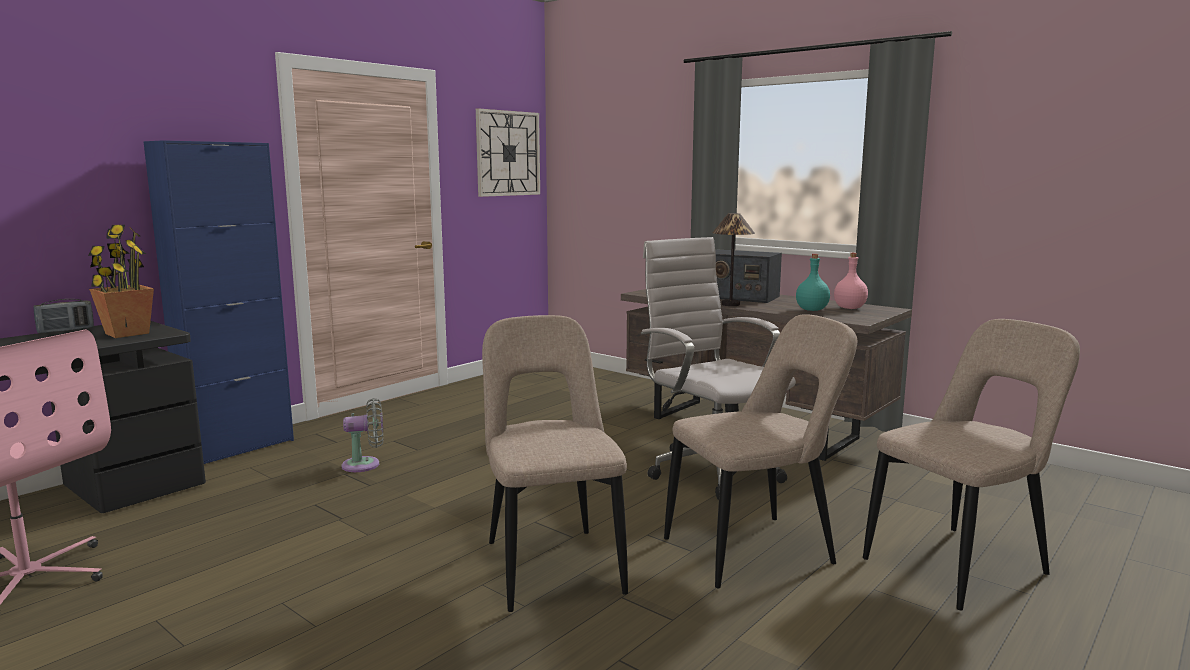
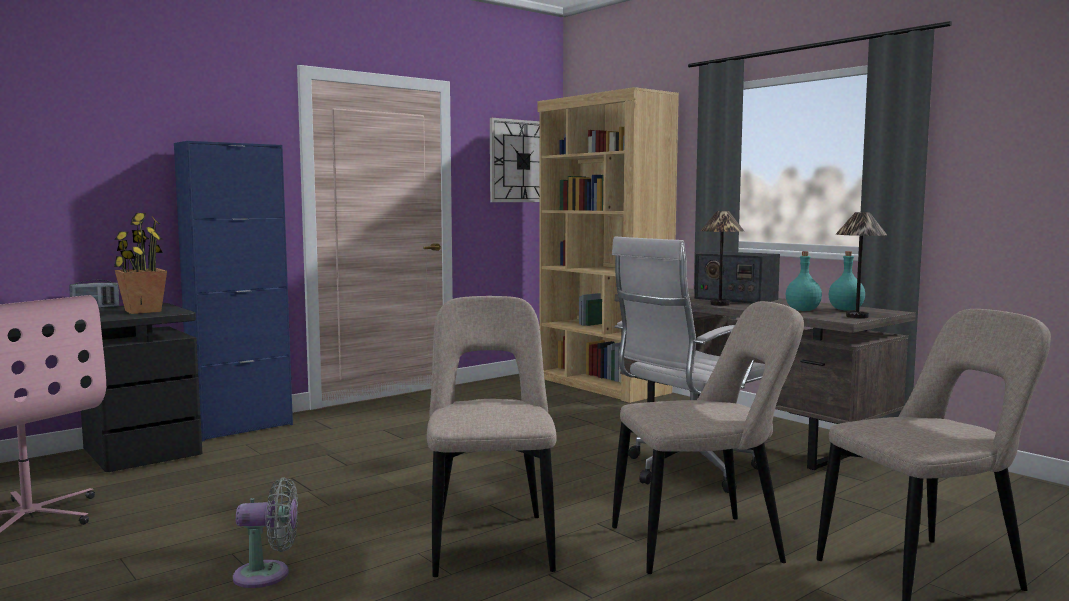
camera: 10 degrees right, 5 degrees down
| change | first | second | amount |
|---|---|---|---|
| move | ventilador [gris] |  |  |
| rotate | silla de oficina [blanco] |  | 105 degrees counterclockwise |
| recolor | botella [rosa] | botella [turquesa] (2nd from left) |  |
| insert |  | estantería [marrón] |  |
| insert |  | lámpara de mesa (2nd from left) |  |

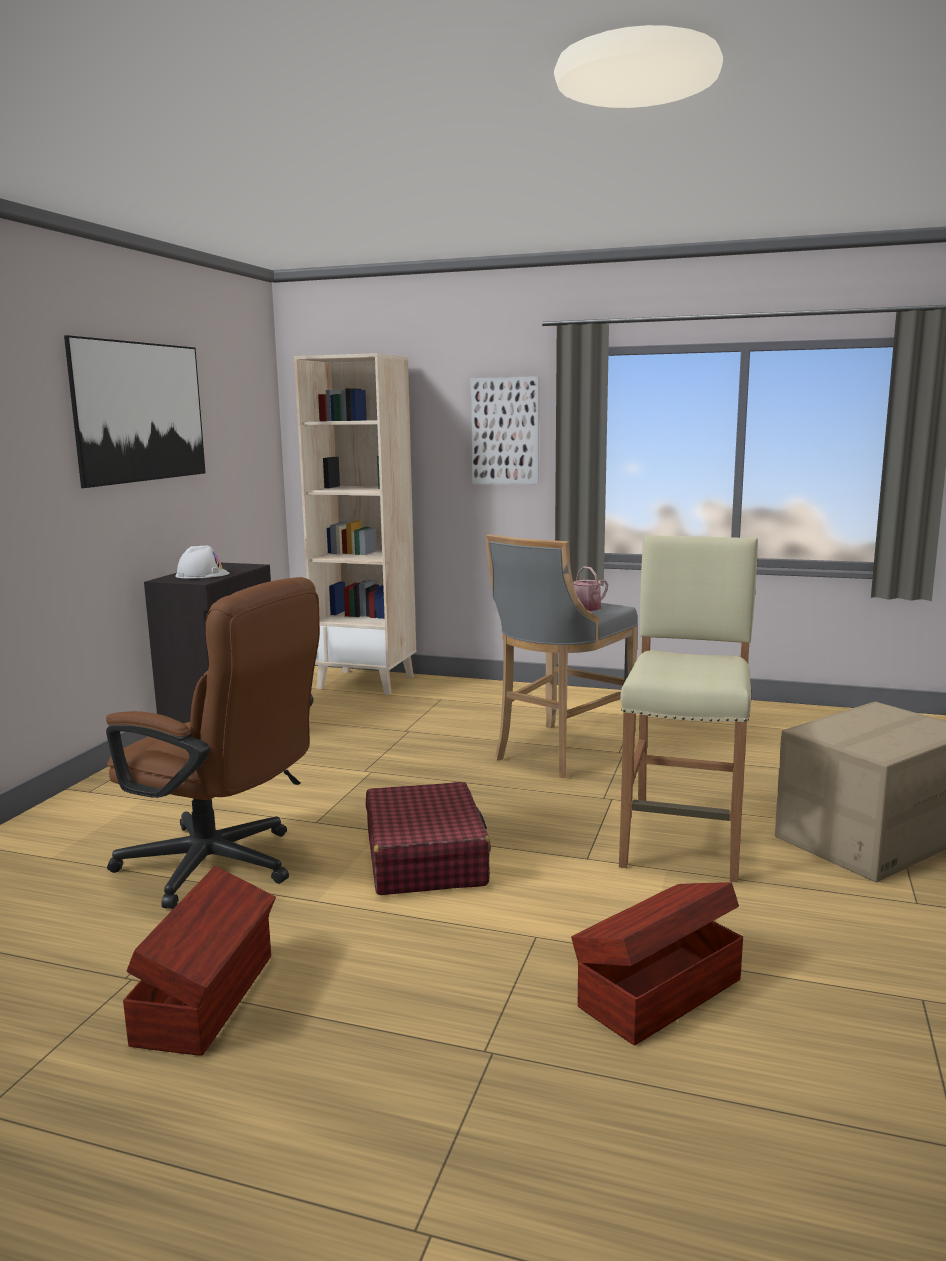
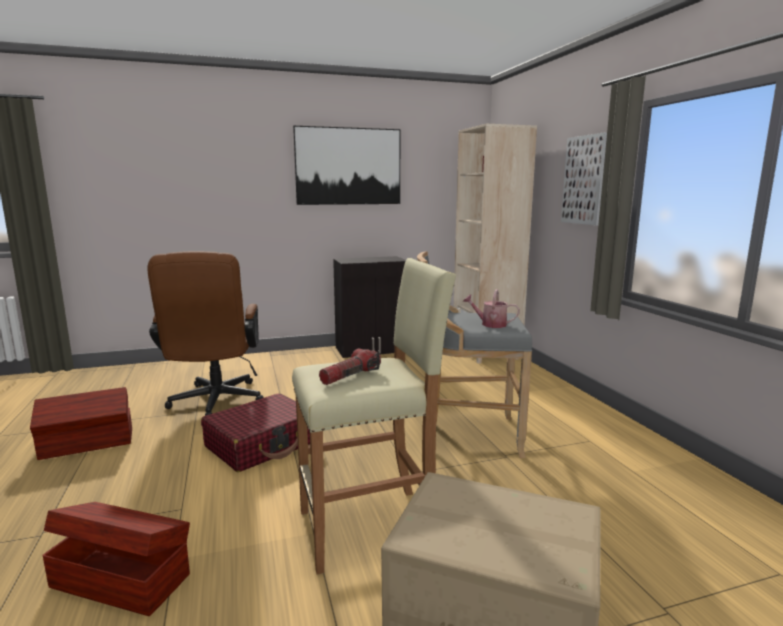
camera: 55 degrees right, 0 degrees up
| change | first | second | amount |
|---|---|---|---|
| delete | casco [blanco] |  |  |
| insert |  | linterna |  |

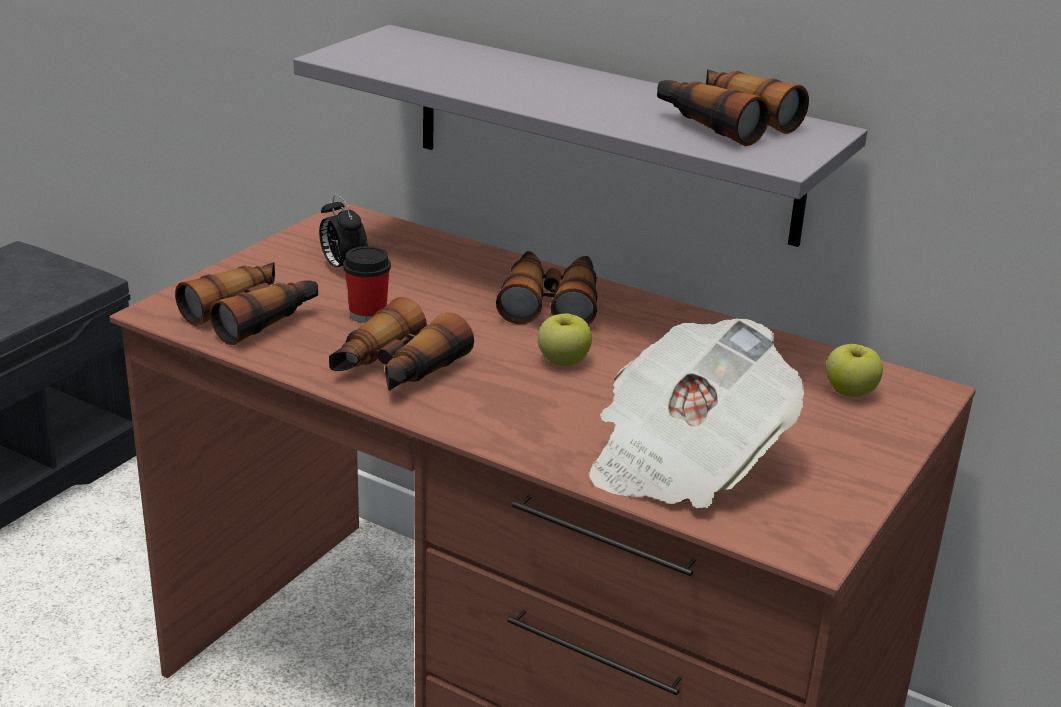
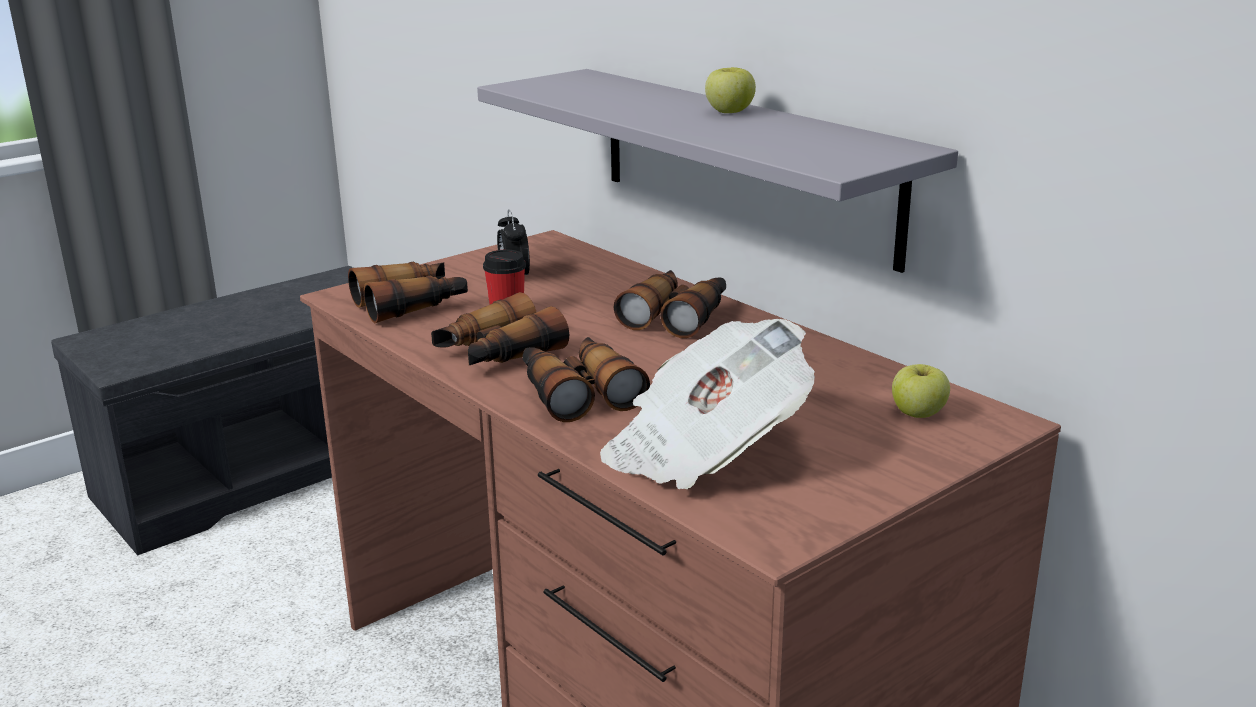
camera: 20 degrees right, 5 degrees down
| change | first | second | amount |
|---|---|---|---|
| move | manzana (1st from left) |  |  |
| move | prismáticos (4th from left in the first image) | prismáticos (3rd from left) |  |

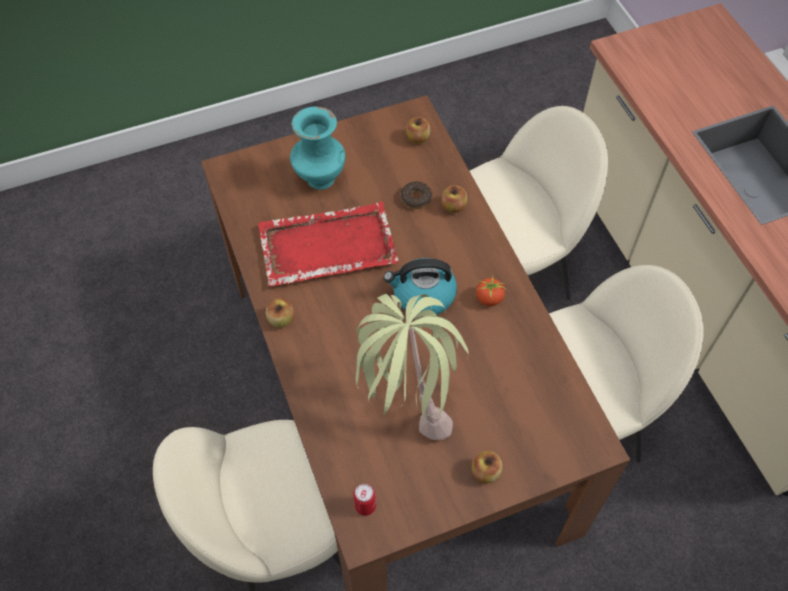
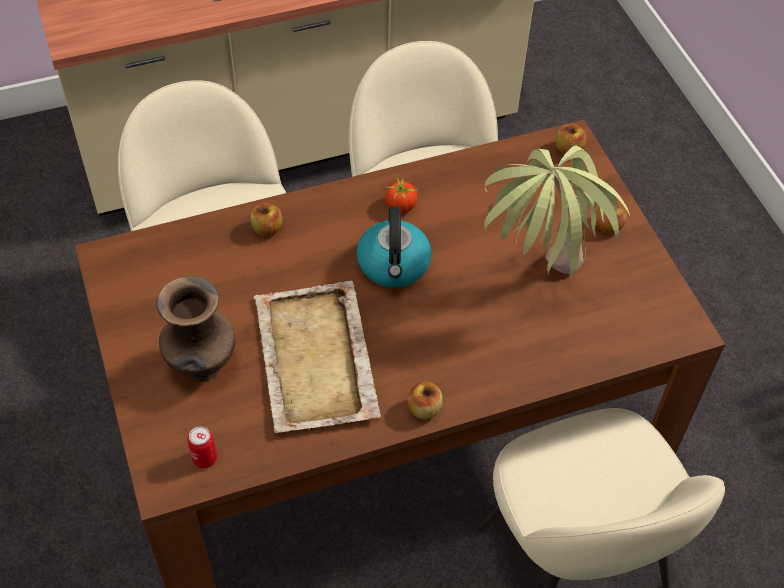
camera: 90 degrees left, 5 degrees down
| change | first | second | amount |
|---|---|---|---|
| recolor | bandeja [rojo] | bandeja [beis] |  |
| recolor | florero [turquesa] | florero [marrón] |  |
| move | lata |  |  |
| delete | rosquilla |  |  |
| move | manzana (2nd from left in the first image) | manzana (3rd from left) |  |

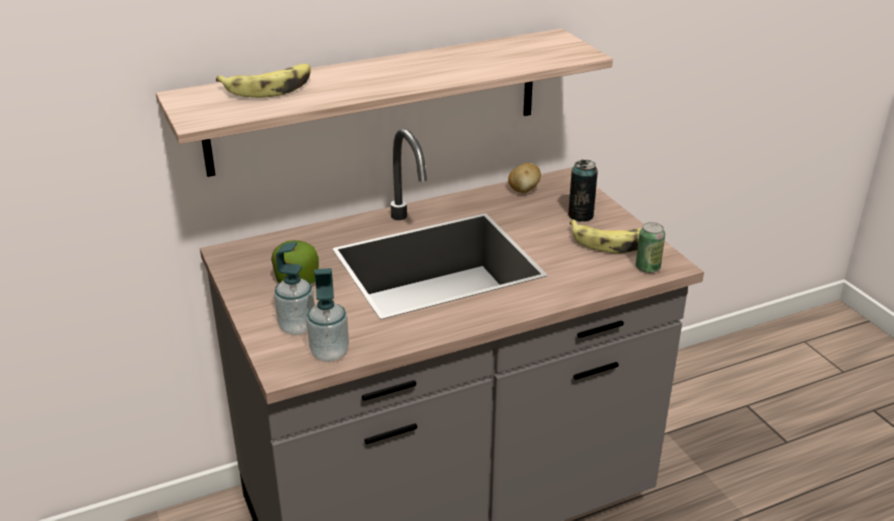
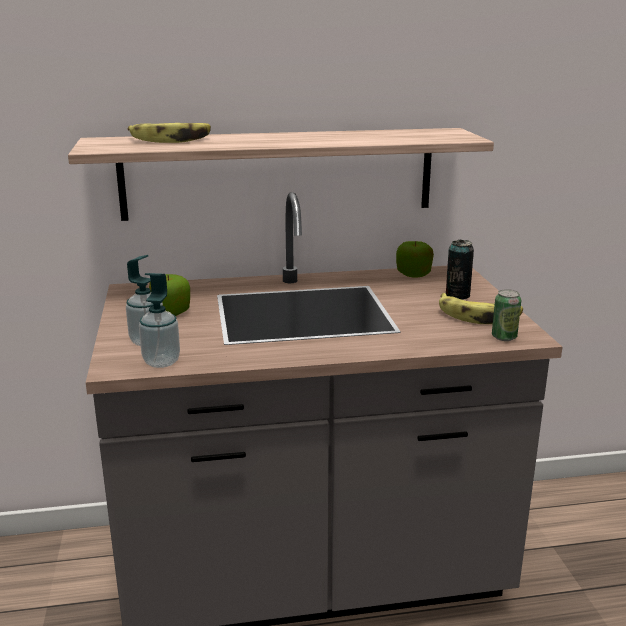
camera: 15 degrees right, 10 degrees down
| change | first | second | amount |
|---|---|---|---|
| replace | patata | manzana (2nd from left) |  |

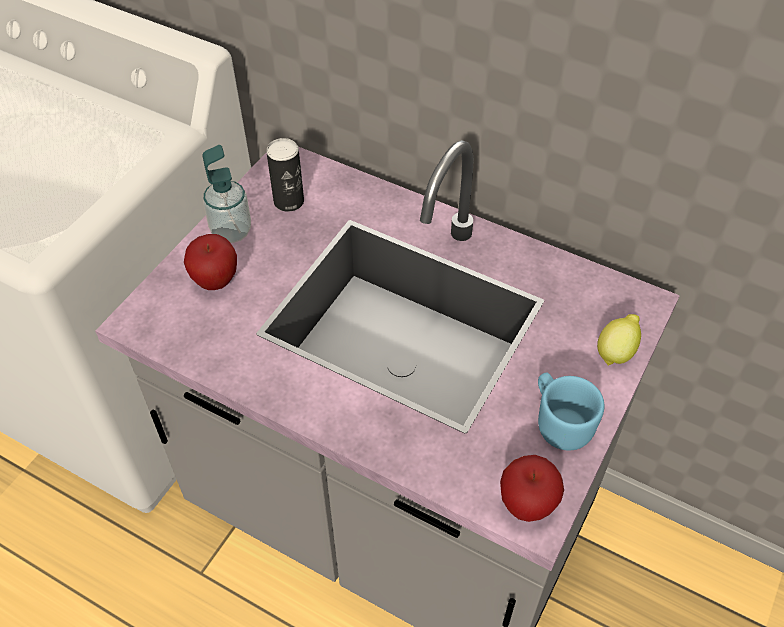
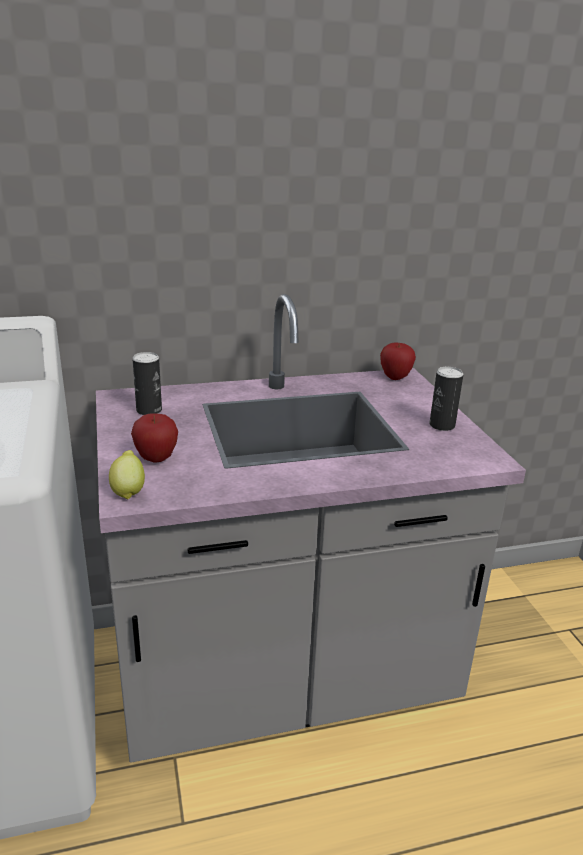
camera: 45 degrees left, 25 degrees down
| change | first | second | amount |
|---|---|---|---|
| delete | dispensador de jabón |  |  |
| move | manzana (2nd from left) |  |  |
| replace | taza grande [azul] | lata (2nd from left) |  |
| move | limón |  |  |

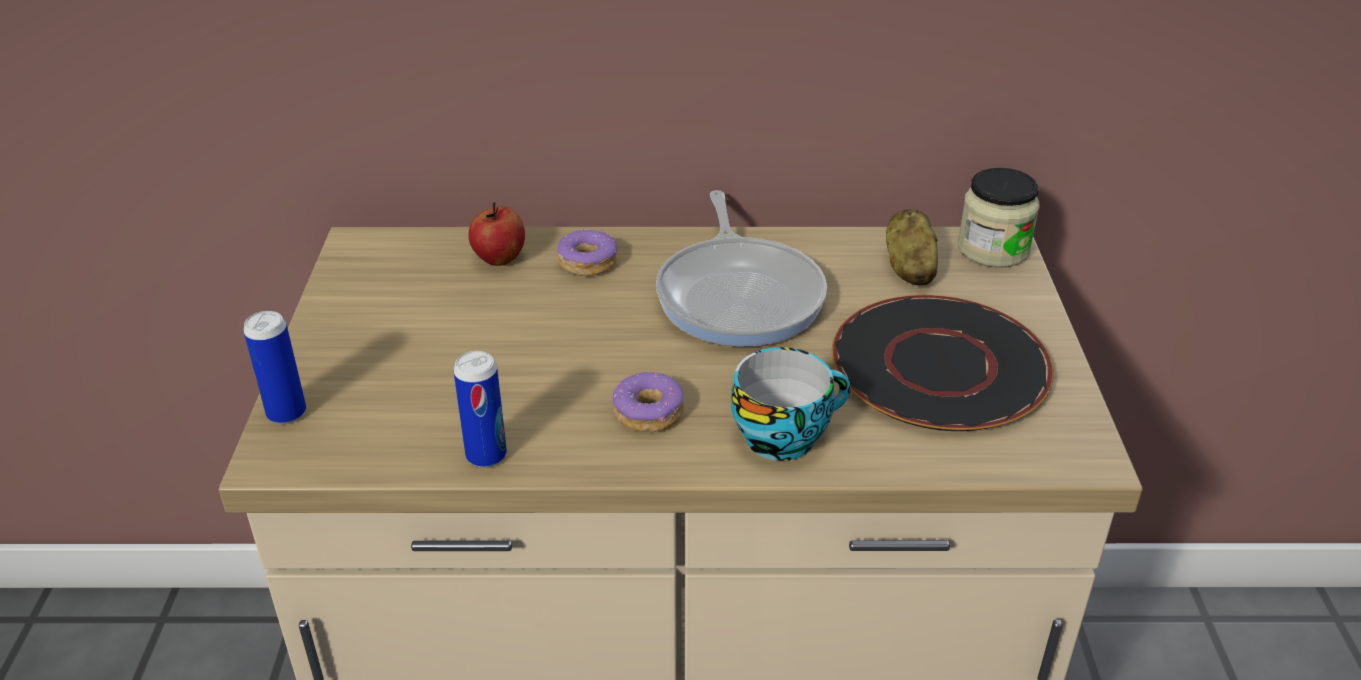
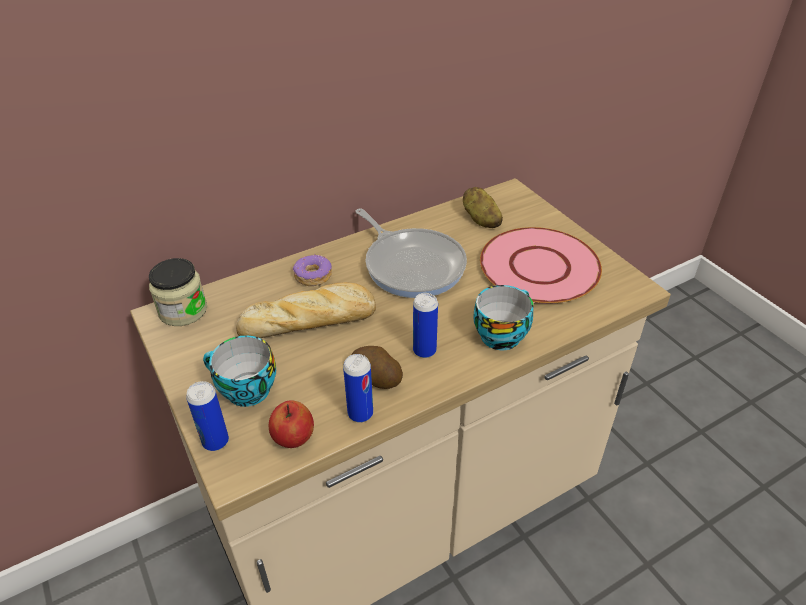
camera: 30 degrees left, 5 degrees up
| change | first | second | amount |
|---|---|---|---|
| move | manzana |  |  |
| replace | rosquilla (2nd from left) | lata (3rd from left) |  |
| recolor | plato [negro] | plato [rosa] |  |
| move | tarro |  |  |
| insert |  | taza (1st from left) |  |
| insert |  | pan |  |
| insert |  | patata (1st from left) |  |

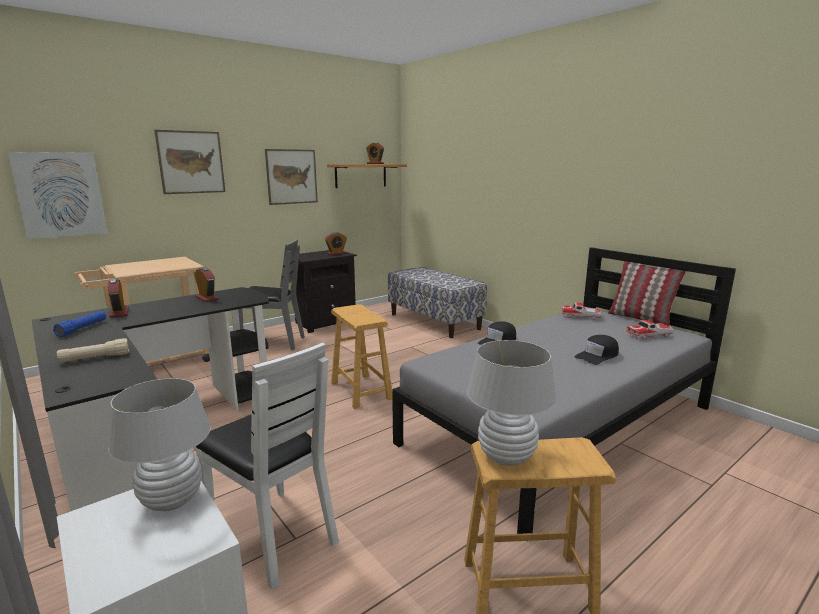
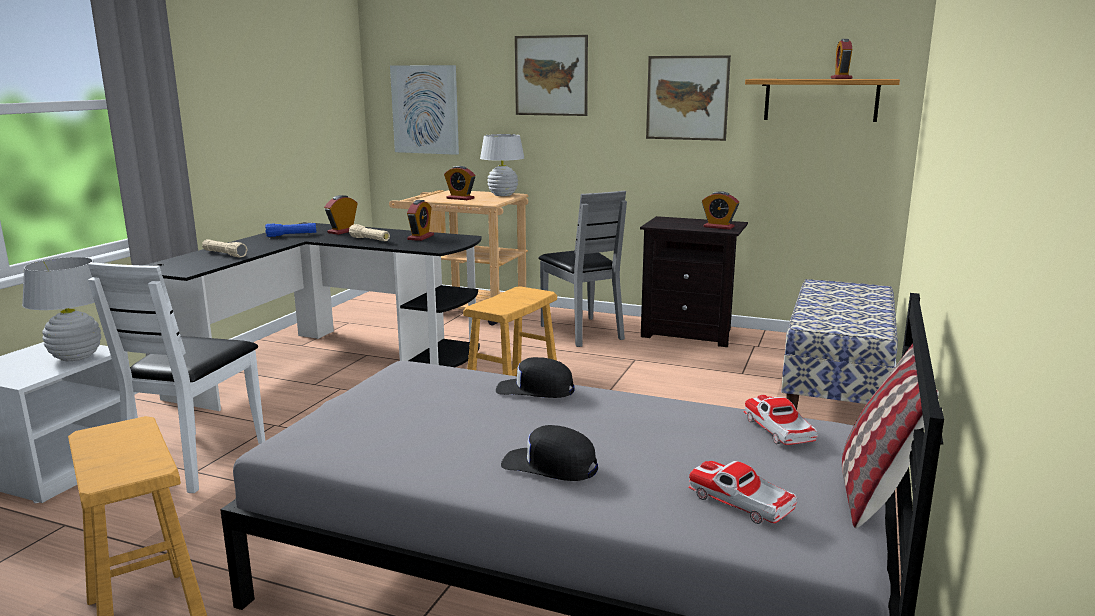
camera: 60 degrees right, 0 degrees up
| change | first | second | amount |
|---|---|---|---|
| move | lámpara de mesa [blanco] (2nd from left) |  |  |
| insert |  | linterna [beis] (2nd from left) |  |
| insert |  | despertador (3rd from left) |  |

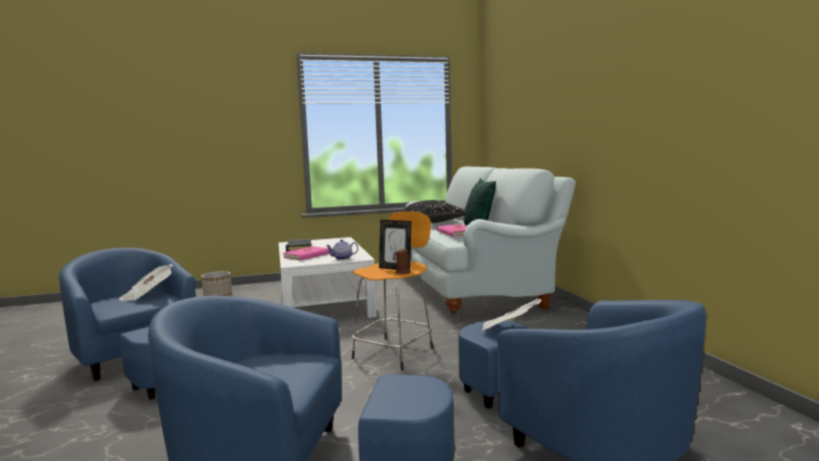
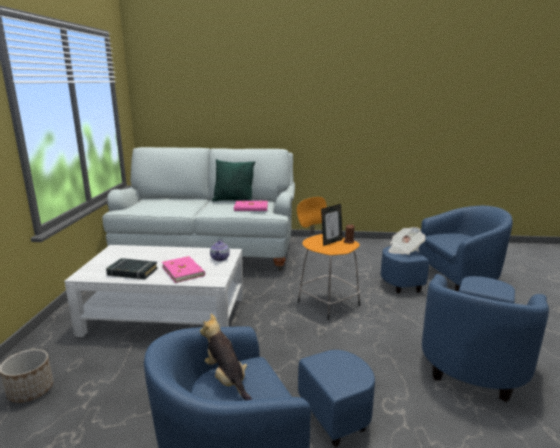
camera: 70 degrees left, 10 degrees up
| change | first | second | amount |
|---|---|---|---|
| replace | periódico (1st from left) | peluche |  |
| delete | cojín [negro] |  |  |

